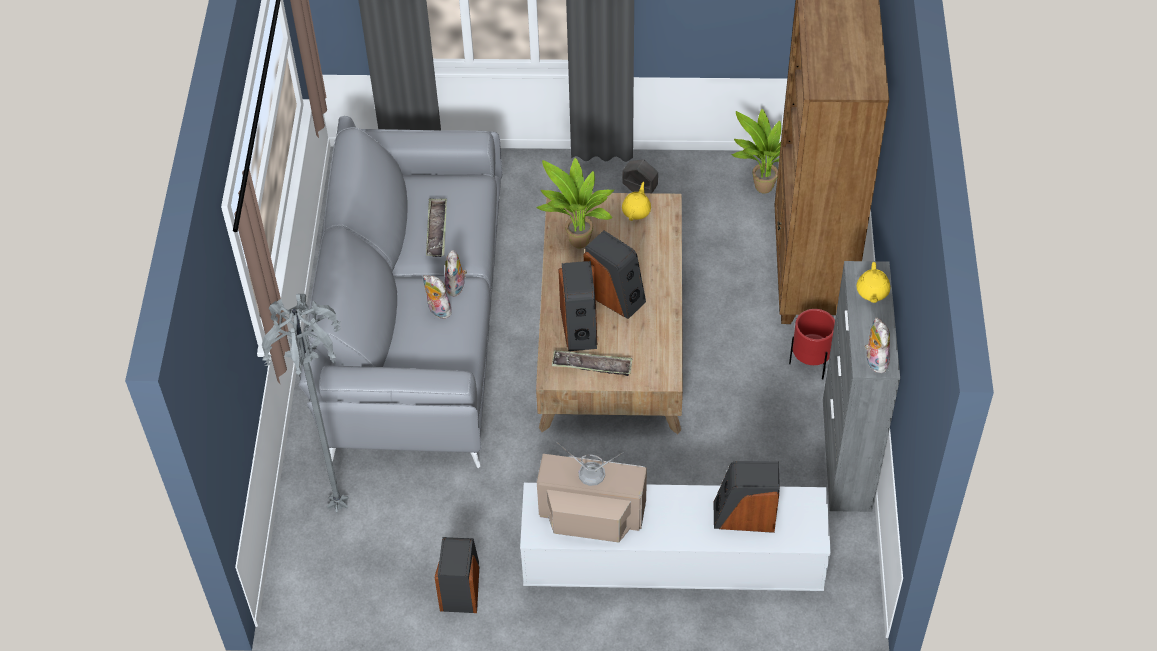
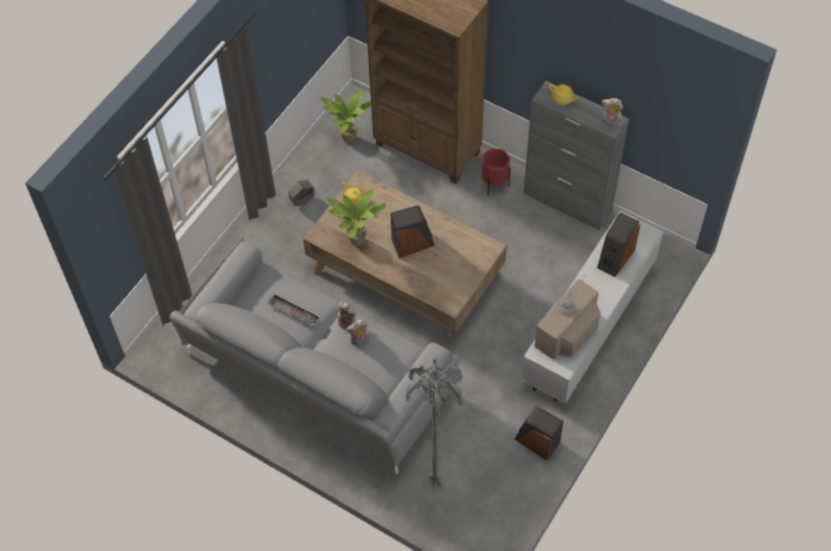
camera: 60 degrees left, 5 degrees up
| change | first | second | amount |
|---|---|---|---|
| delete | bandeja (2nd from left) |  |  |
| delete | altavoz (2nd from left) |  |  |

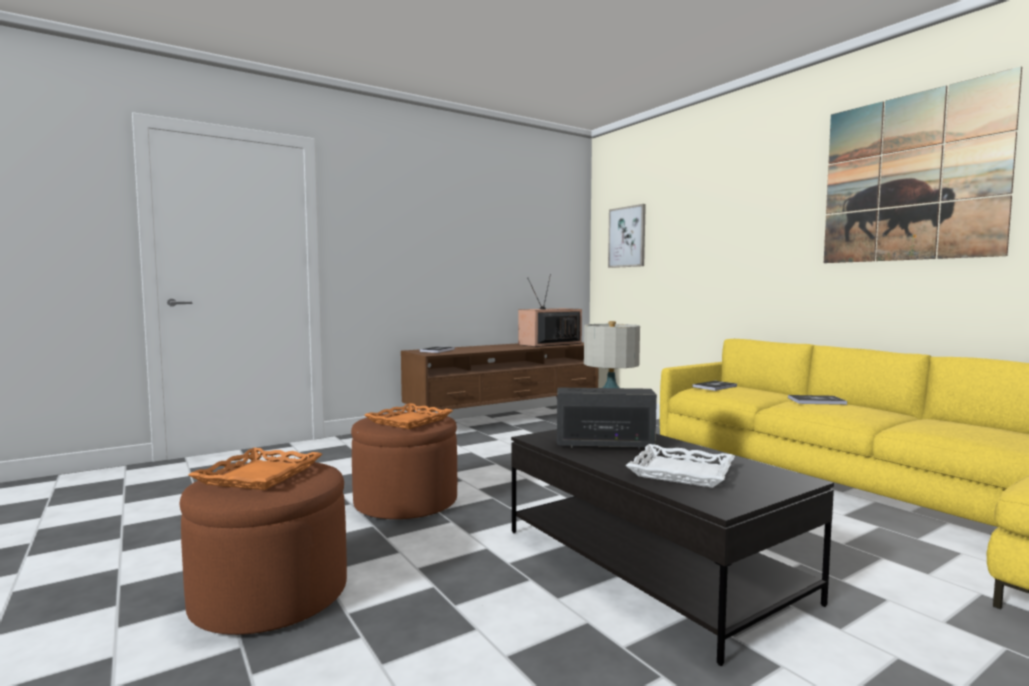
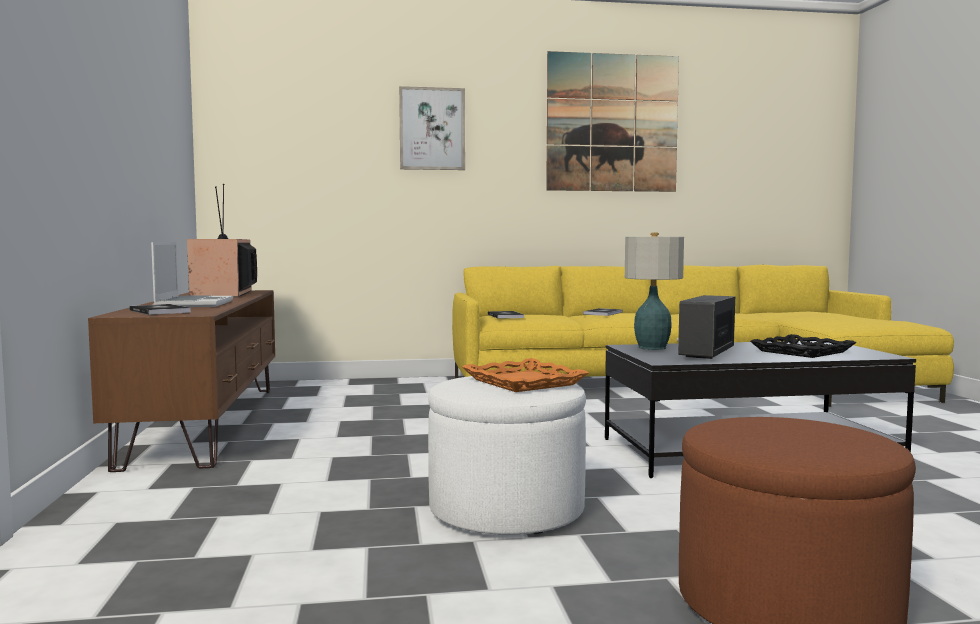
camera: 65 degrees left, 0 degrees up
| change | first | second | amount |
|---|---|---|---|
| delete | bandeja [naranja] (1st from left) |  |  |
| recolor | puf [marrón] (2nd from left) | puf [blanco] |  |
| move | cuadro (1st from left) |  |  |
| recolor | bandeja [blanco] | bandeja [negro] |  |
| insert |  | portátil |  |

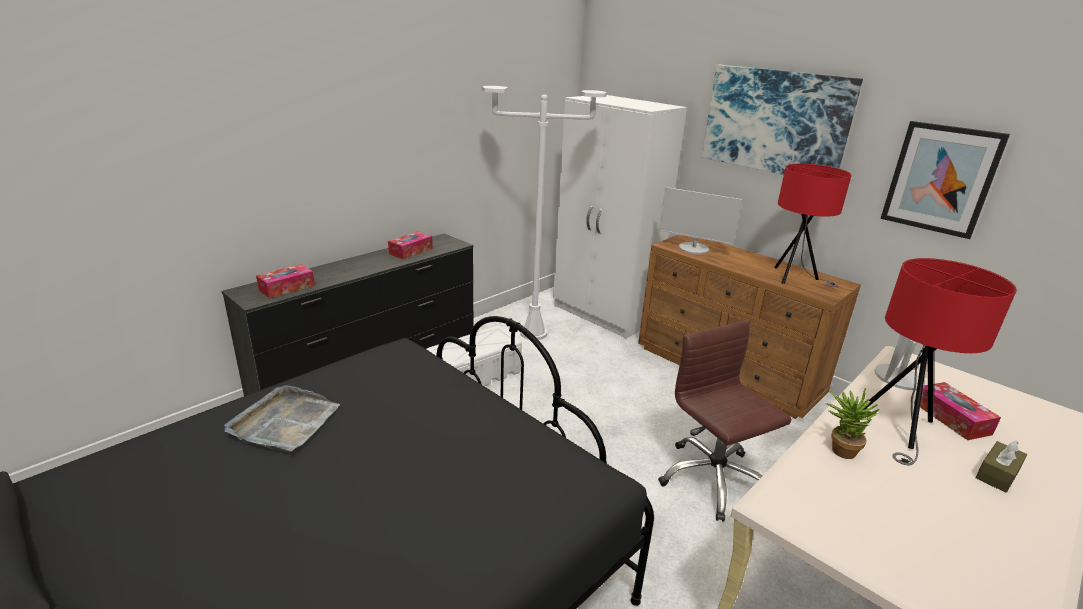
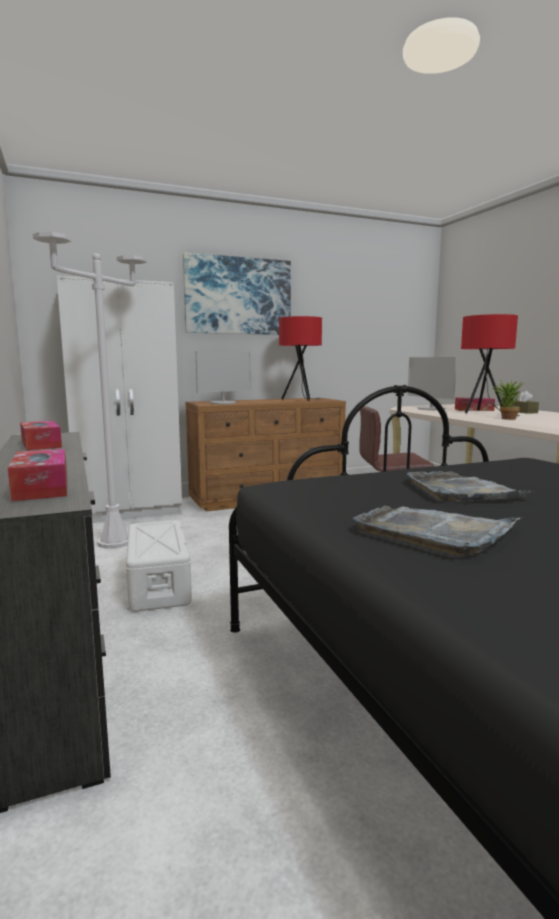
camera: 65 degrees left, 15 degrees down
| change | first | second | amount |
|---|---|---|---|
| delete | cuadro (2nd from left) |  |  |
| insert |  | bandeja [gris] (2nd from left) |  |

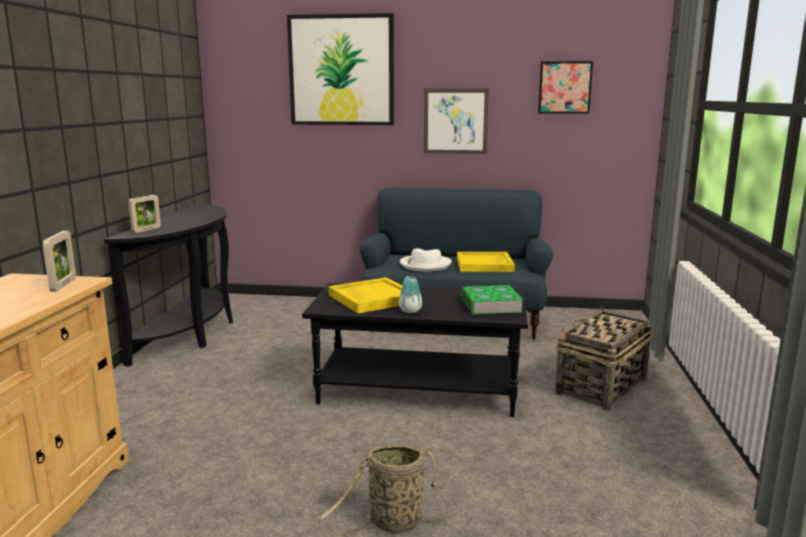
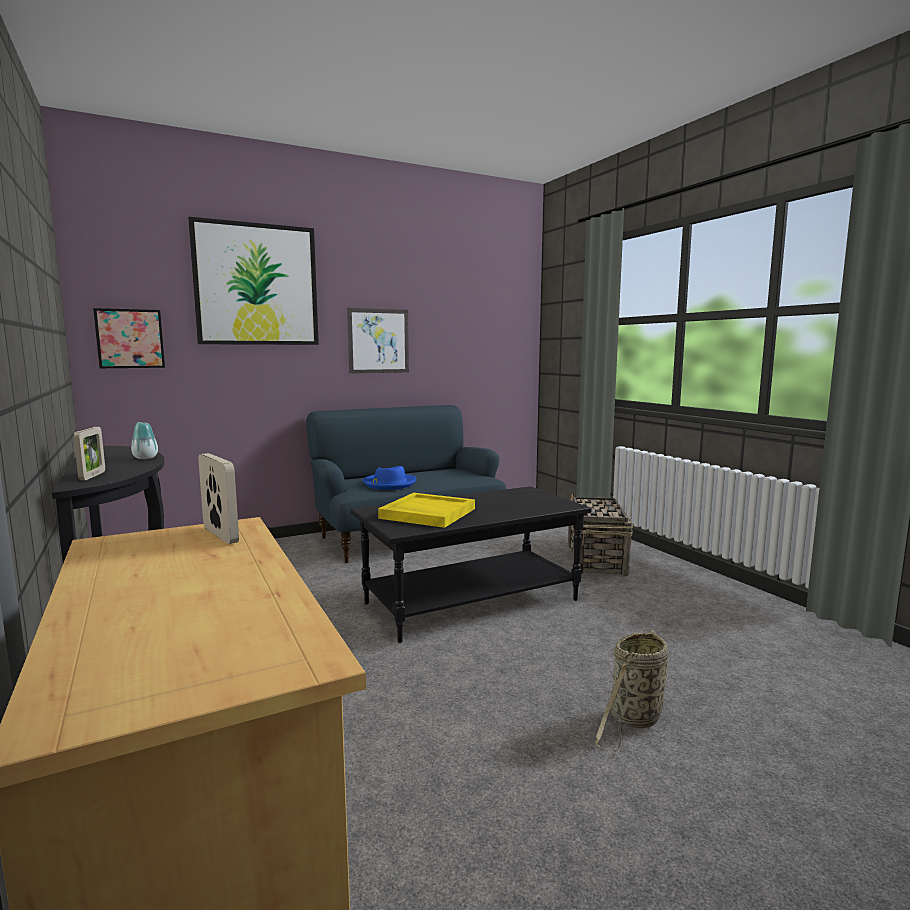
camera: 35 degrees left, 5 degrees down
| change | first | second | amount |
|---|---|---|---|
| move | florero |  |  |
| recolor | sombrero [blanco] | sombrero [azul] |  |
| delete | bandeja [amarillo] (2nd from left) |  |  |
| delete | libro |  |  |
| move | cuadro (3rd from left in the first image) | cuadro (1st from left) |  |

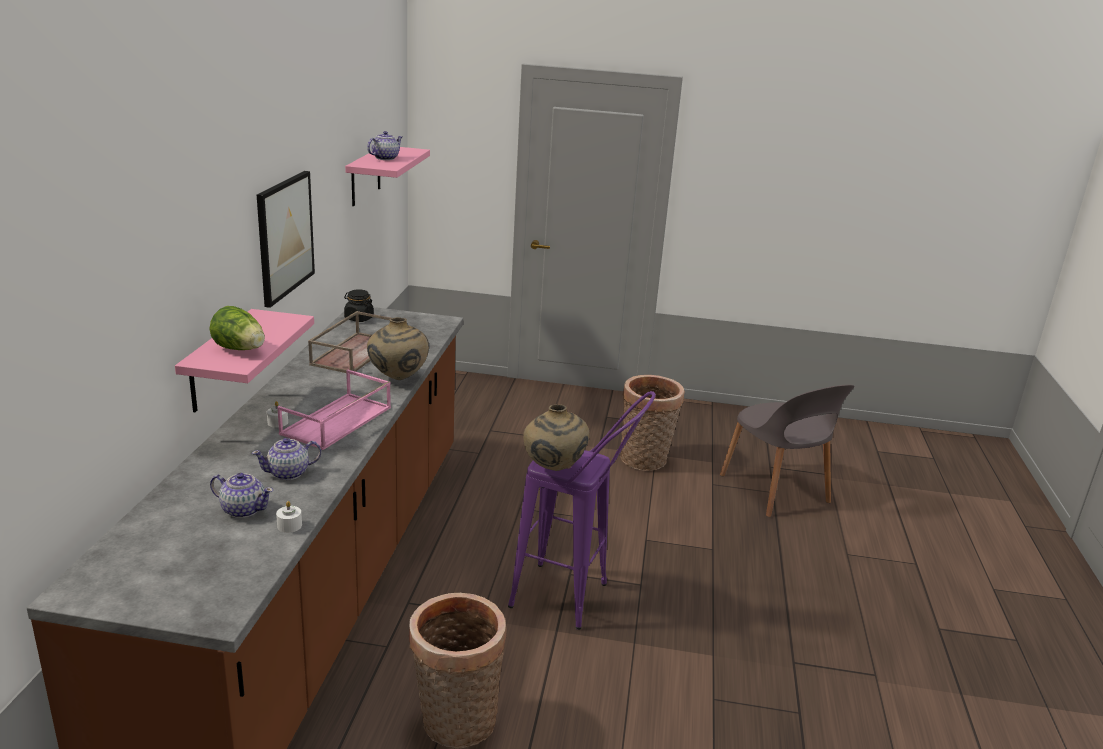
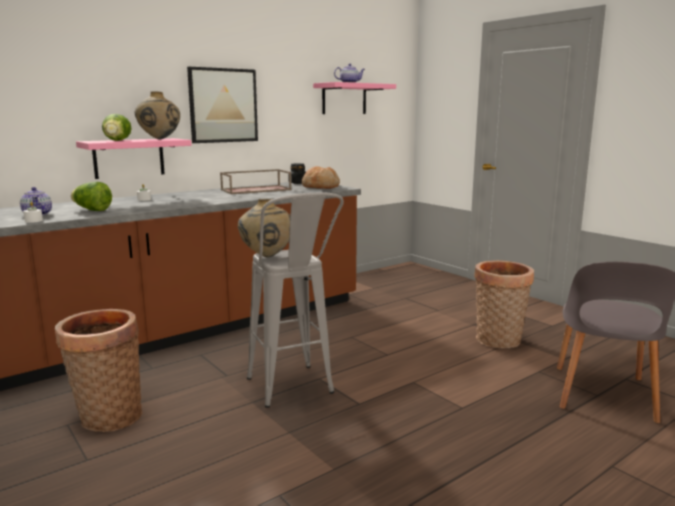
camera: 45 degrees right, 10 degrees down
| change | first | second | amount |
|---|---|---|---|
| replace | tetera (2nd from left) | lechuga (1st from left) |  |
| delete | bandeja [rosa] |  |  |
| move | florero [beis] (1st from left) |  |  |
| recolor | taburete [morado] | taburete [gris] |  |
| insert |  | pan |  |

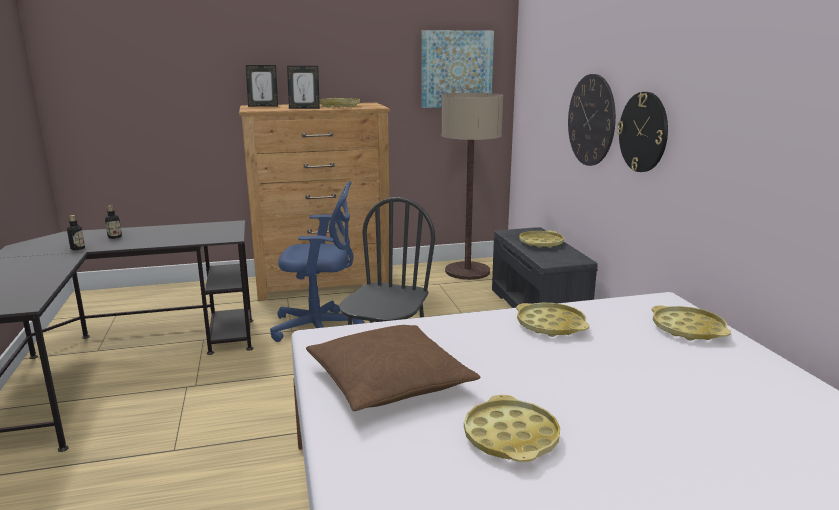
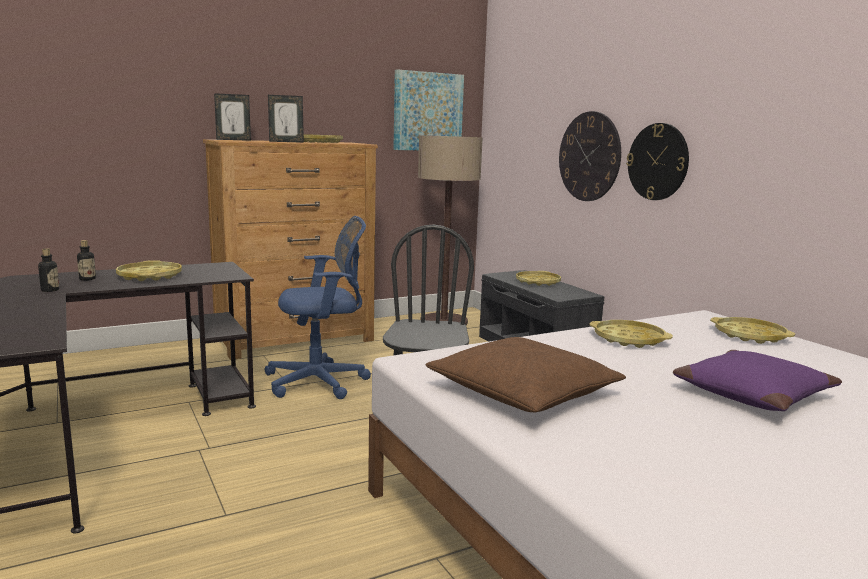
camera: 15 degrees left, 5 degrees down
| change | first | second | amount |
|---|---|---|---|
| move | bandeja [amarillo] (2nd from left in the first image) | bandeja [amarillo] (1st from left) |  |
| insert |  | cojín [morado] |  |

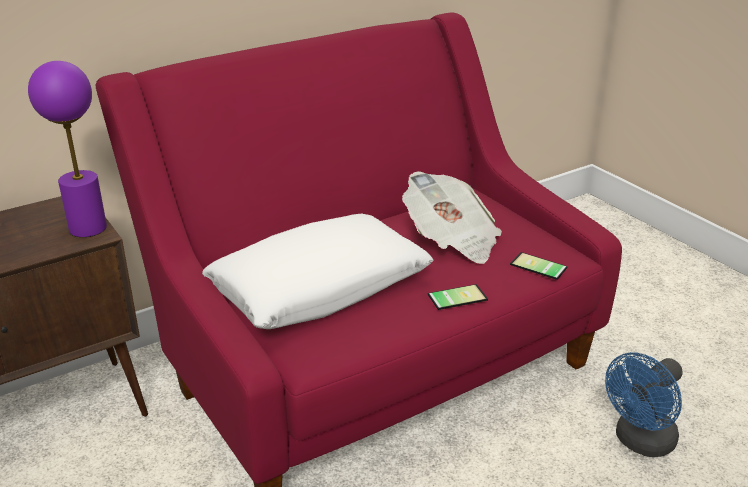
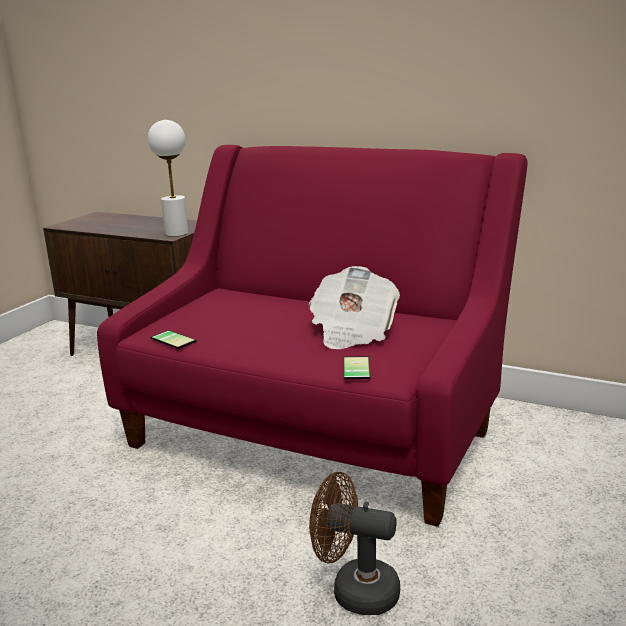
camera: 60 degrees right, 10 degrees down
| change | first | second | amount |
|---|---|---|---|
| recolor | lámpara de mesa [morado] | lámpara de mesa [blanco] |  |
| delete | cojín [blanco] |  |  |
| move | móvil (1st from left) |  |  |
| recolor | ventilador [azul] | ventilador [marrón] |  |

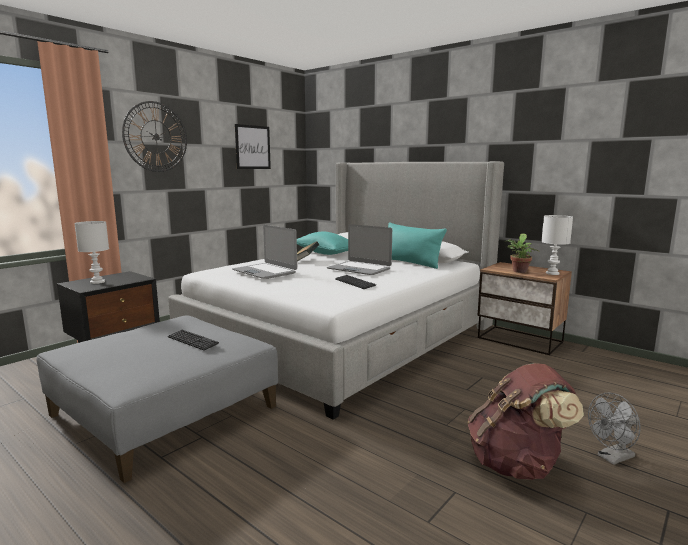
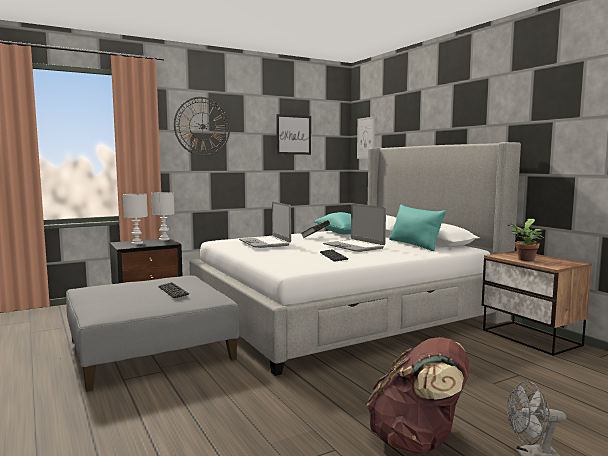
camera: 20 degrees right, 5 degrees down
| change | first | second | amount |
|---|---|---|---|
| move | lámpara de mesa [blanco] (2nd from left) |  |  |
| insert |  | cuadro (2nd from left) |  |

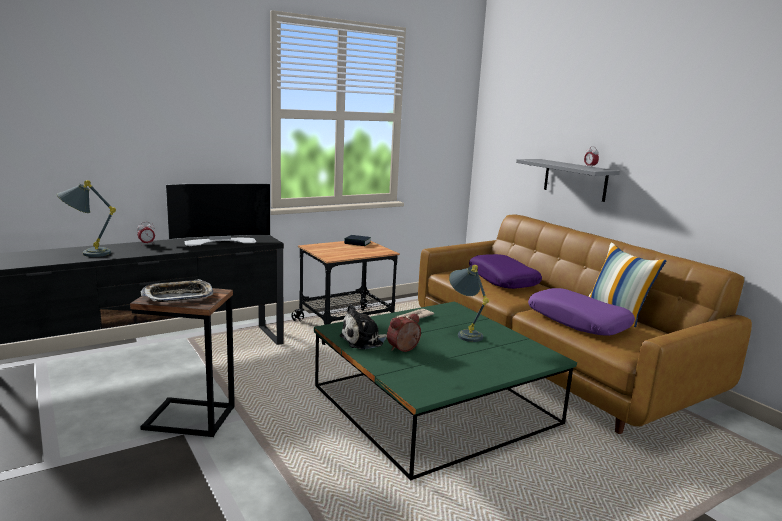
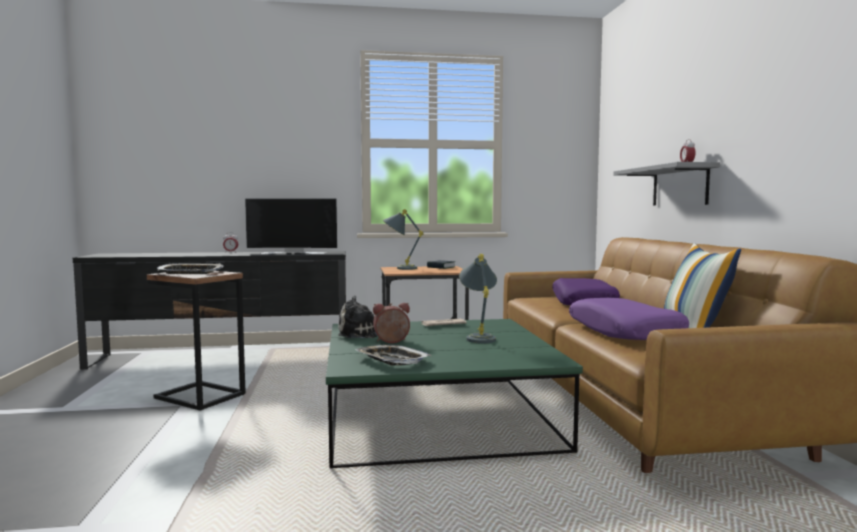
camera: 25 degrees right, 10 degrees down
| change | first | second | amount |
|---|---|---|---|
| move | lámpara de mesa [gris] (1st from left) |  |  |
| insert |  | bandeja (2nd from left) |  |

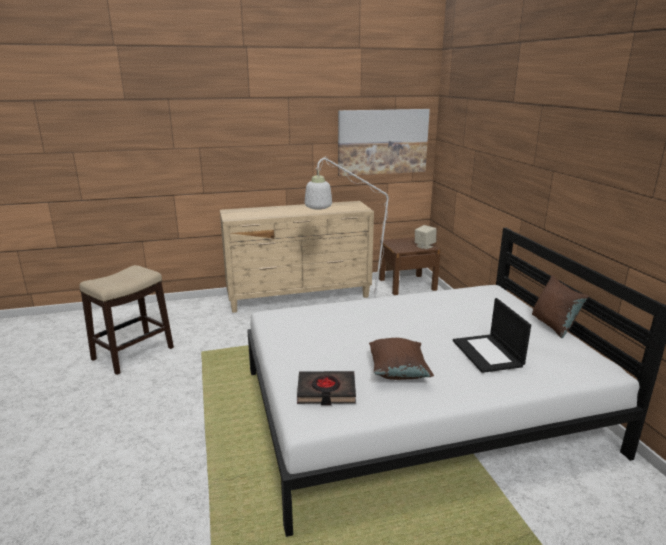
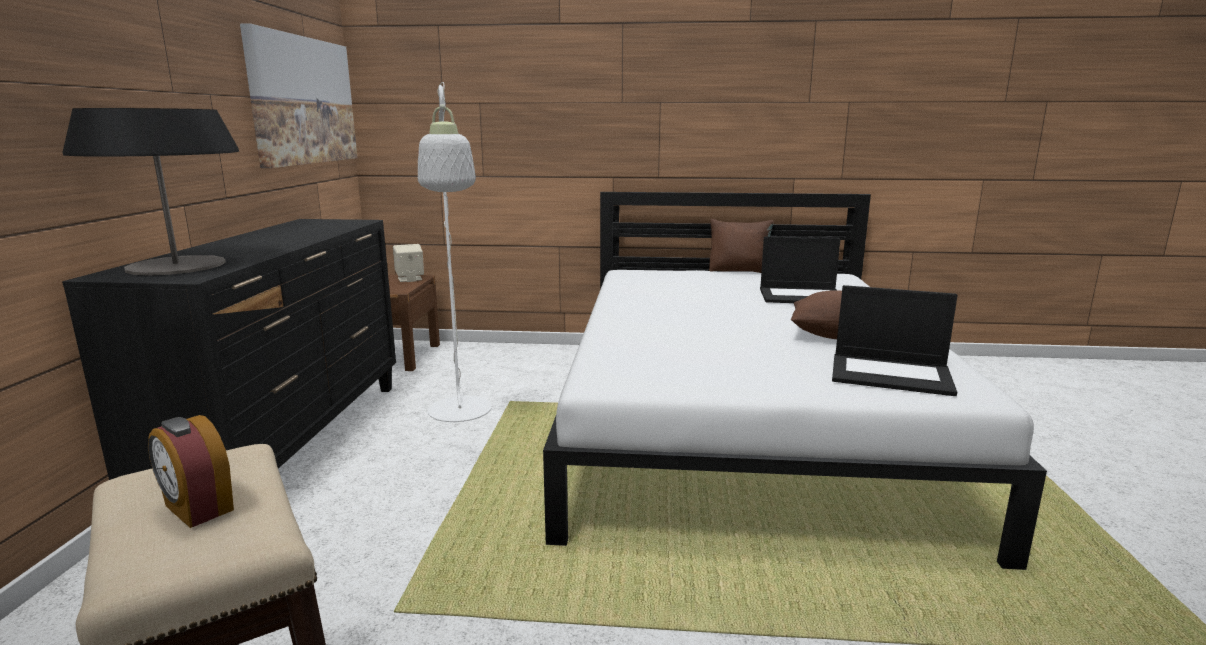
camera: 70 degrees left, 5 degrees down
| change | first | second | amount |
|---|---|---|---|
| recolor | cómoda [beis] | cómoda [negro] |  |
| replace | libro [negro] | portátil (2nd from left) |  |
| insert |  | lámpara de mesa |  |
| insert |  | despertador |  |

